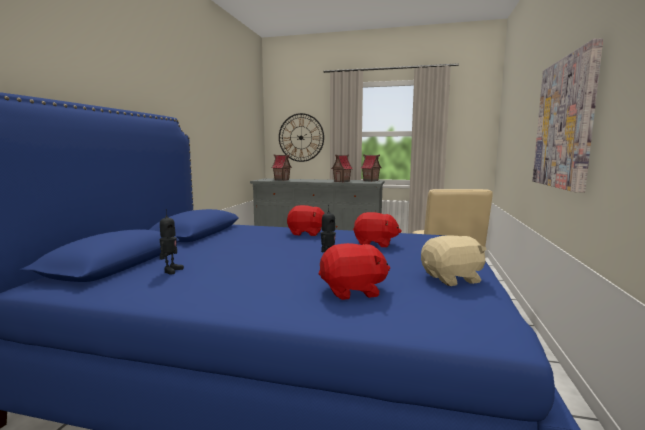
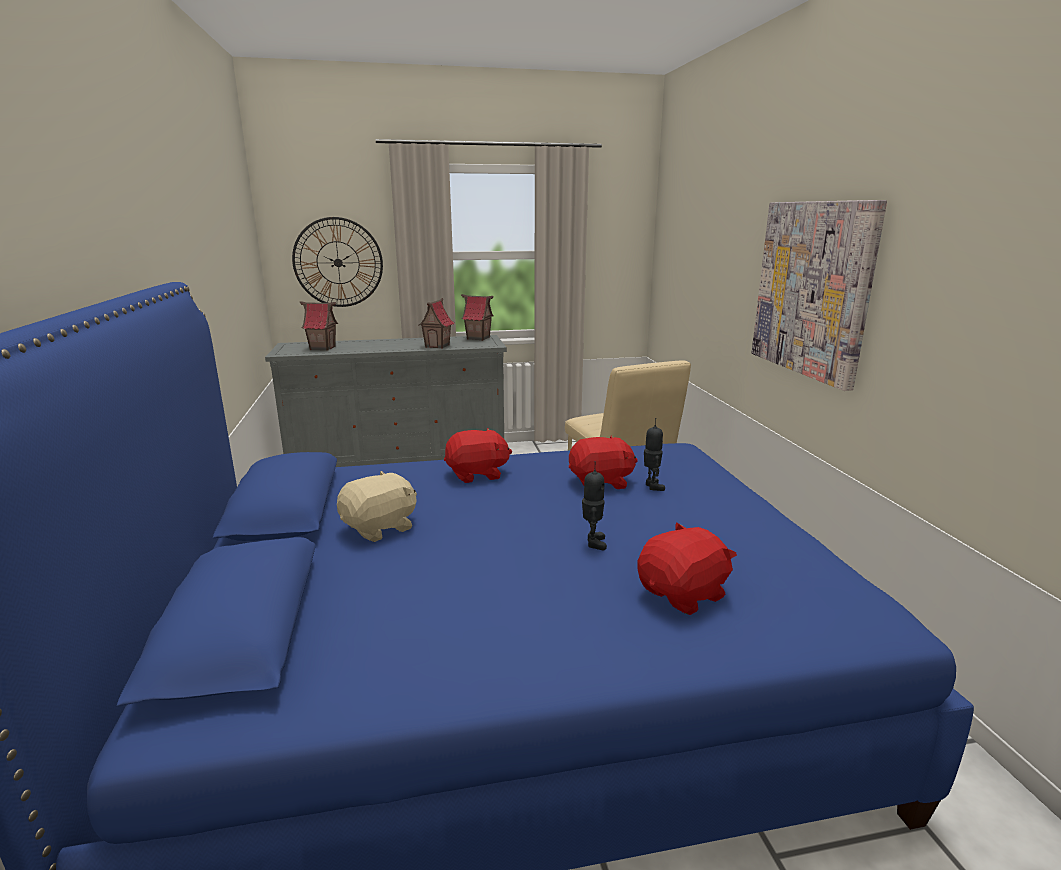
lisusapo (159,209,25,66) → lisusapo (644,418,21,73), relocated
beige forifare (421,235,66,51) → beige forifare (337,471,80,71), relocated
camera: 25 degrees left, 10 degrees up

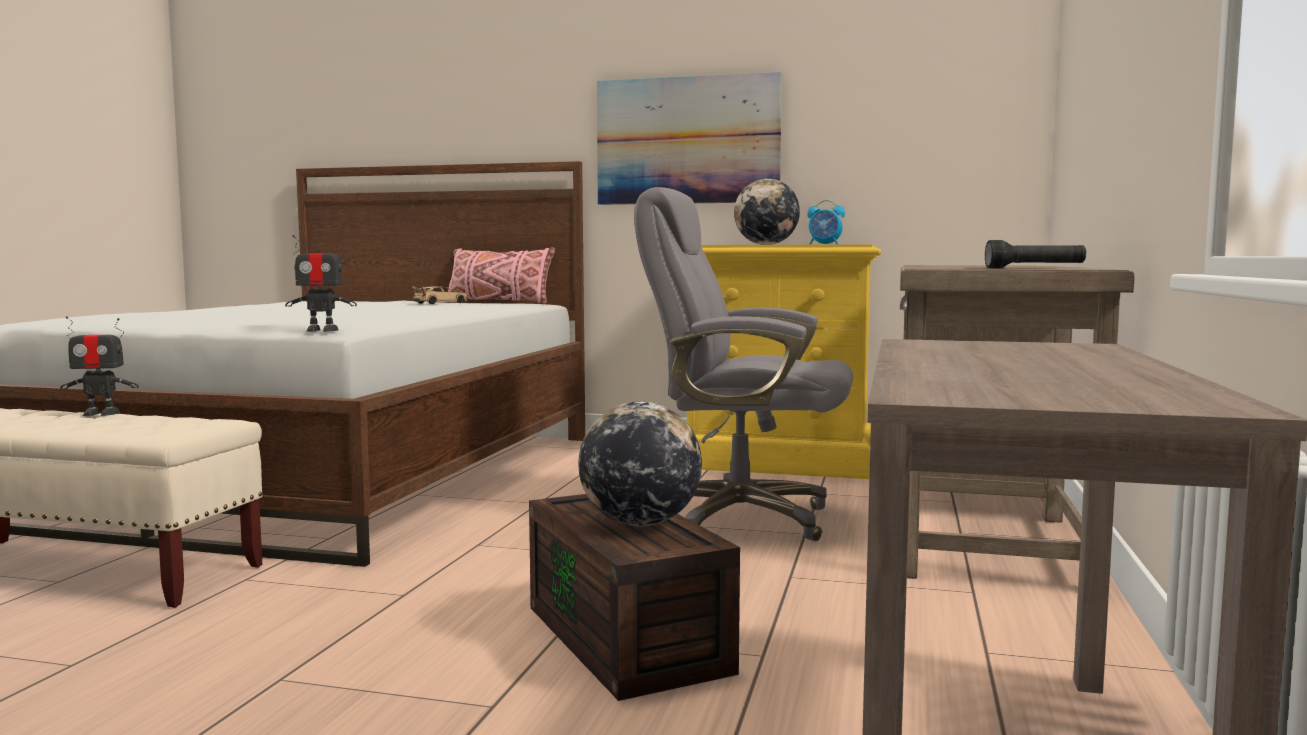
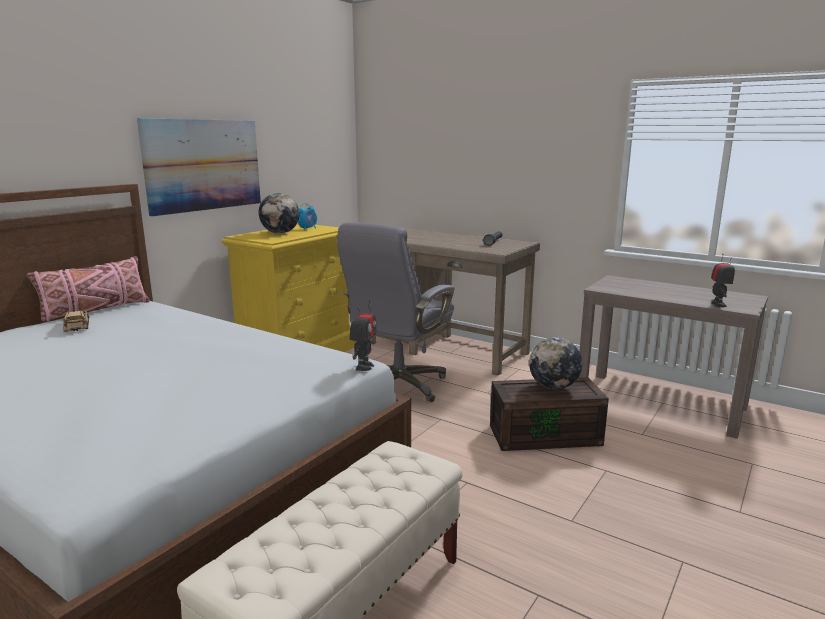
lisusapo (60,316,79,100) → lisusapo (711,254,24,53), relocated
camera: 70 degrees left, 10 degrees up

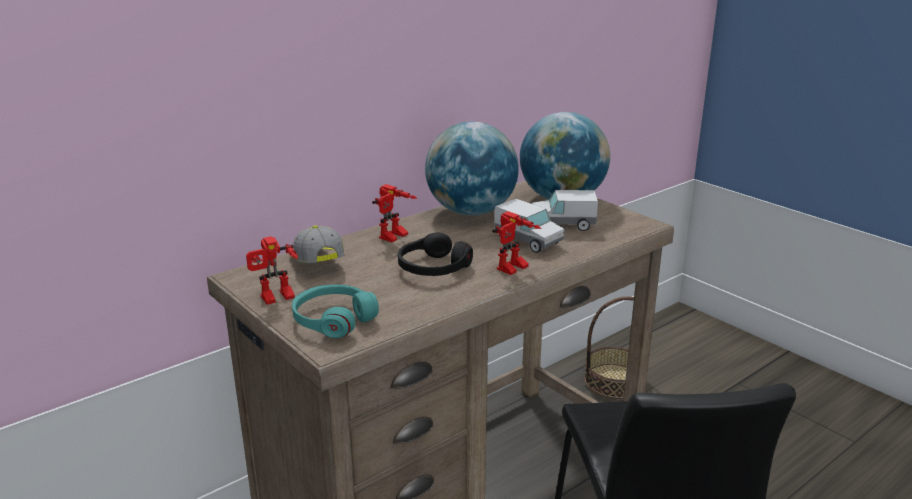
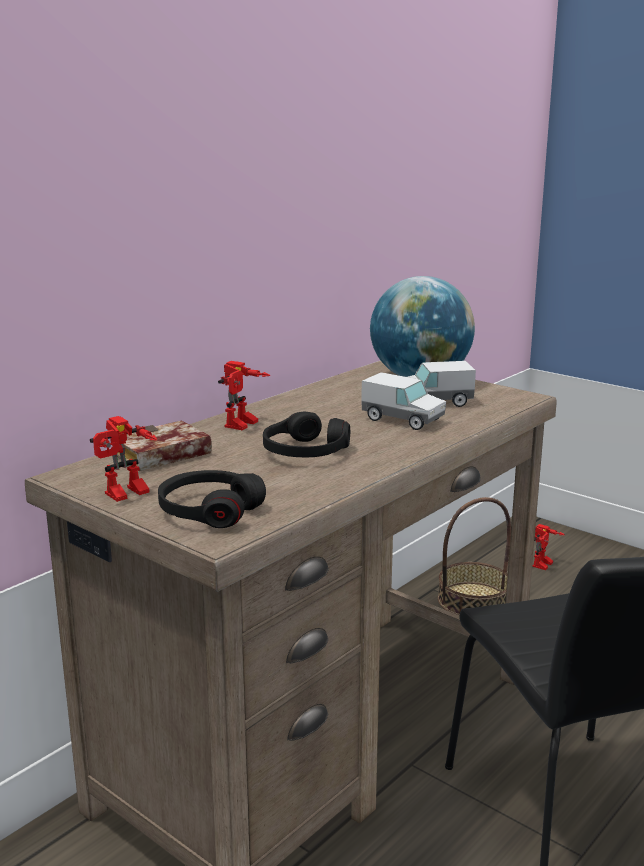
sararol (291,225,54,38) → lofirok (117,420,95,51)
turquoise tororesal (292,285,87,53) → black tororesal (158,470,108,58)
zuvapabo (425,121,94,95) → -
lisusapo (492,211,50,64) → lisusapo (532,524,33,46), relocated
camera: 10 degrees left, 5 degrees down

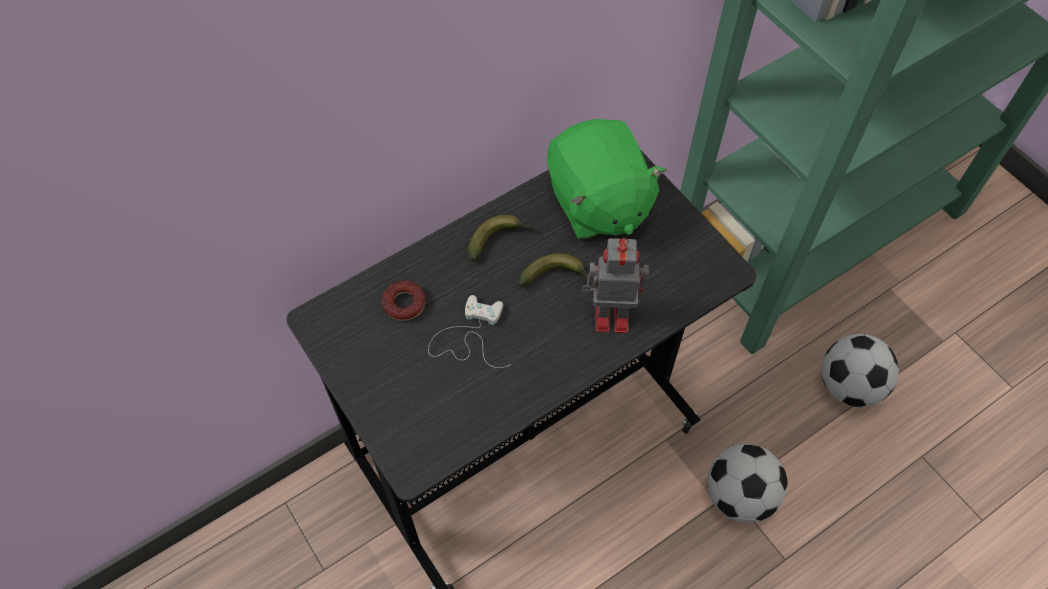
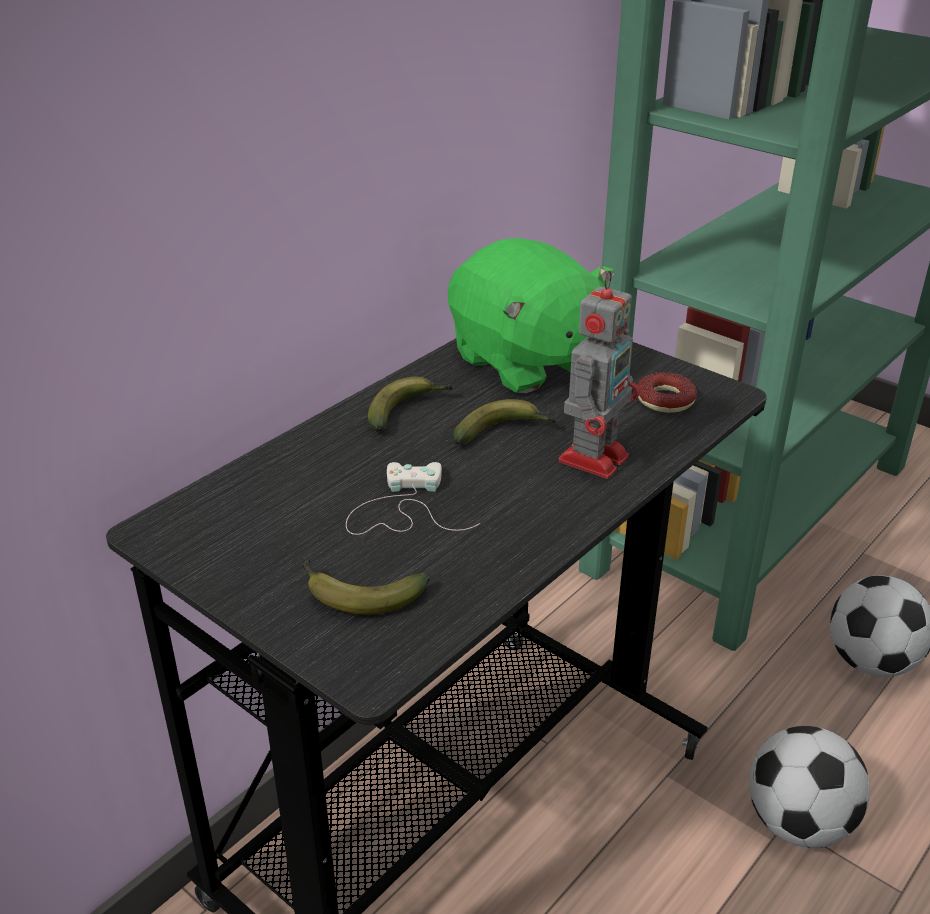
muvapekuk (382,280,44,41) → muvapekuk (638,372,59,41), relocated
lisusapo (582,238,67,95) → lisusapo (558,271,82,208), 135 degrees clockwise
- → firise (301,558,129,57)
camera: 15 degrees left, 25 degrees down

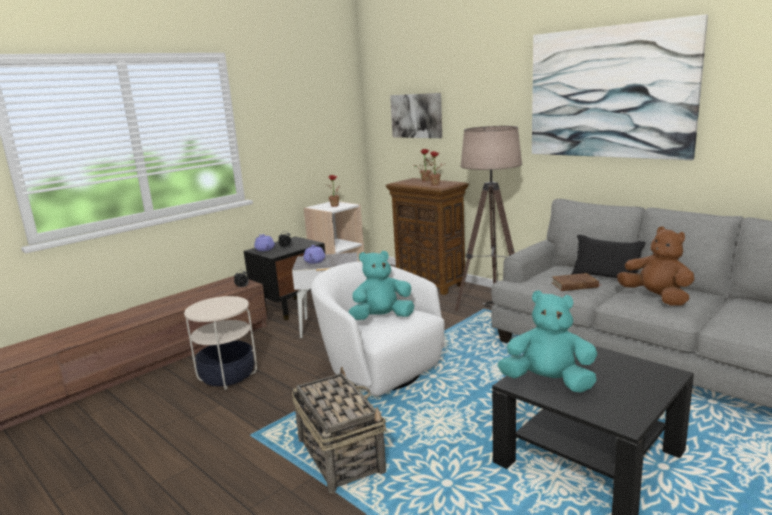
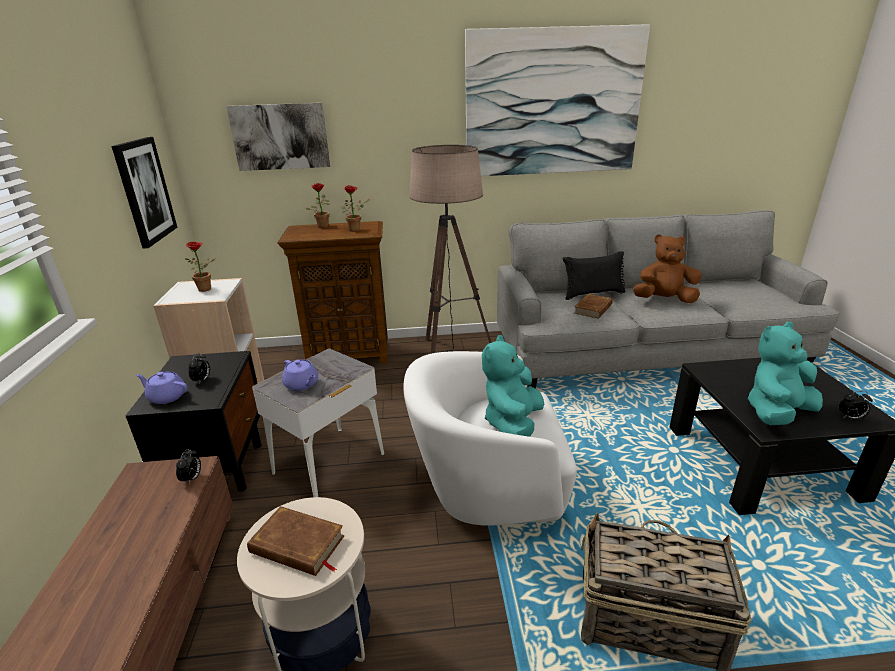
- → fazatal (111,137,67,112)
- → brown lofirok (247,506,98,70)
- → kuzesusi (839,391,34,28)
camera: 50 degrees left, 10 degrees up

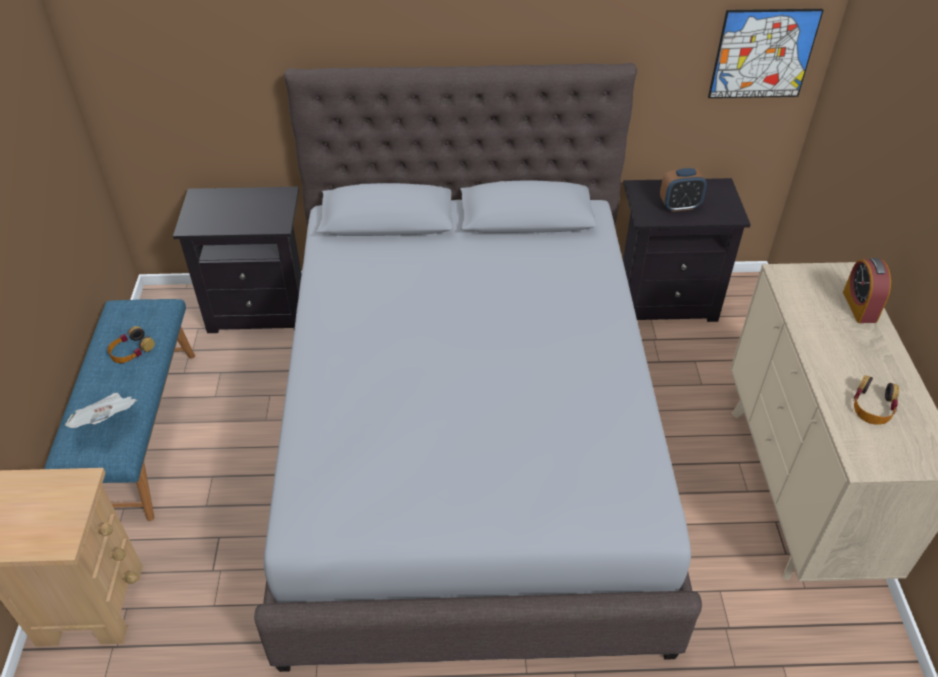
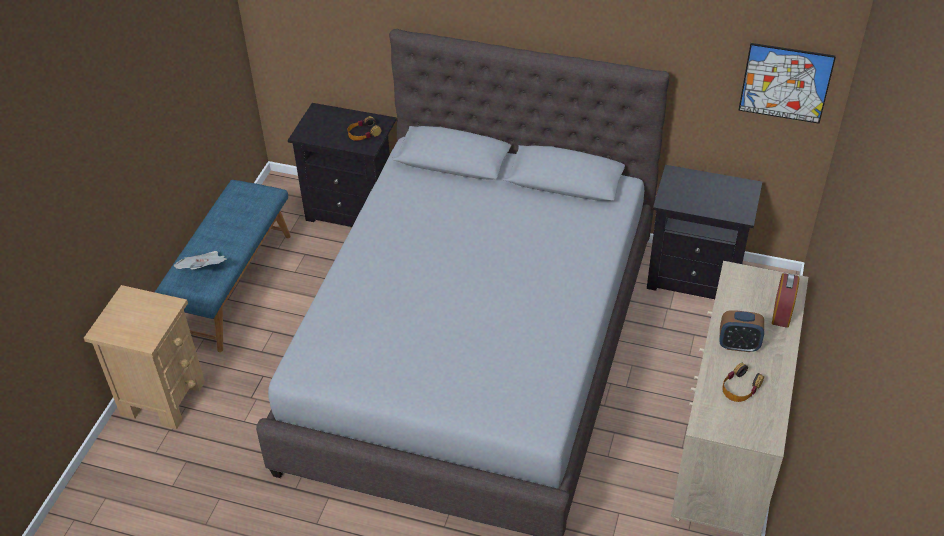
tororesal (107,326,48,37) → tororesal (347,116,34,25), relocated
kuzesusi (660,168,47,44) → kuzesusi (719,310,45,42), relocated
camera: 20 degrees right, 0 degrees up

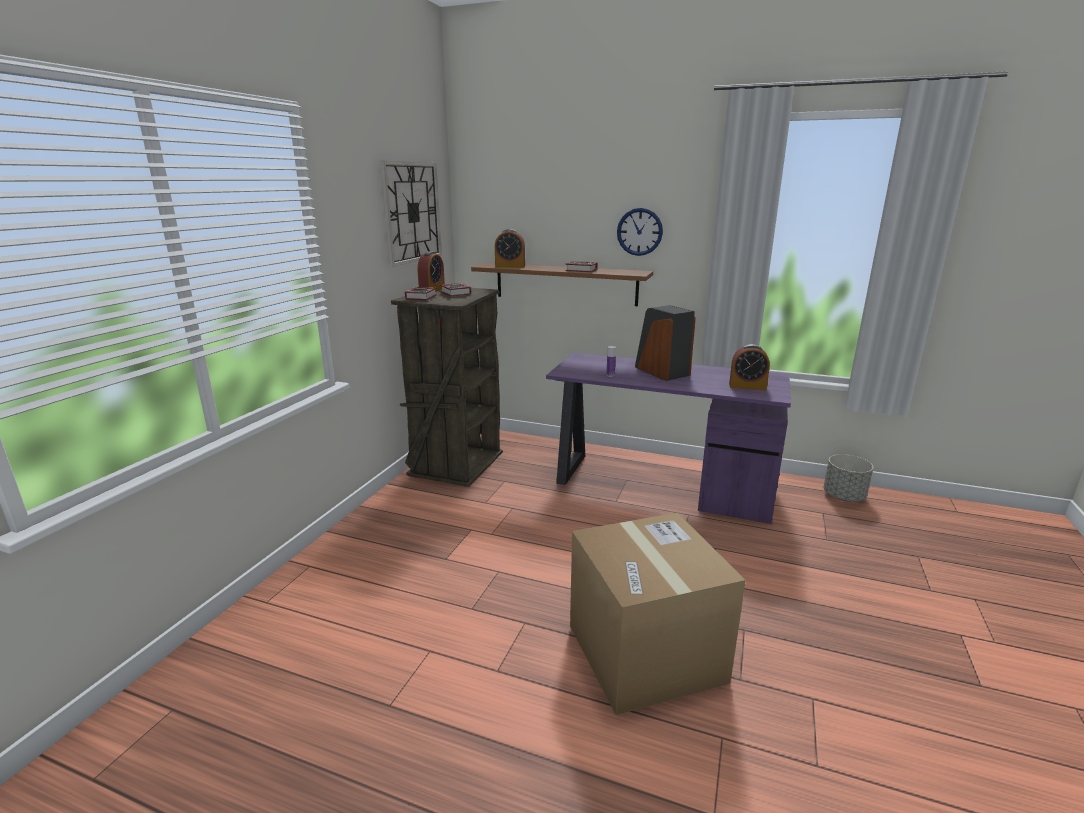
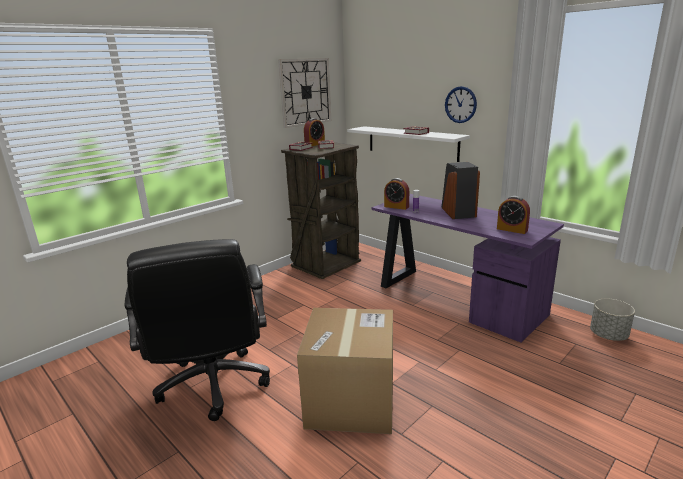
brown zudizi (471,263,182,43) → white zudizi (347,126,123,36)
kuzesusi (495,229,30,39) → kuzesusi (384,178,25,32), relocated
- → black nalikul (125,239,145,182)
camera: 25 degrees right, 0 degrees up

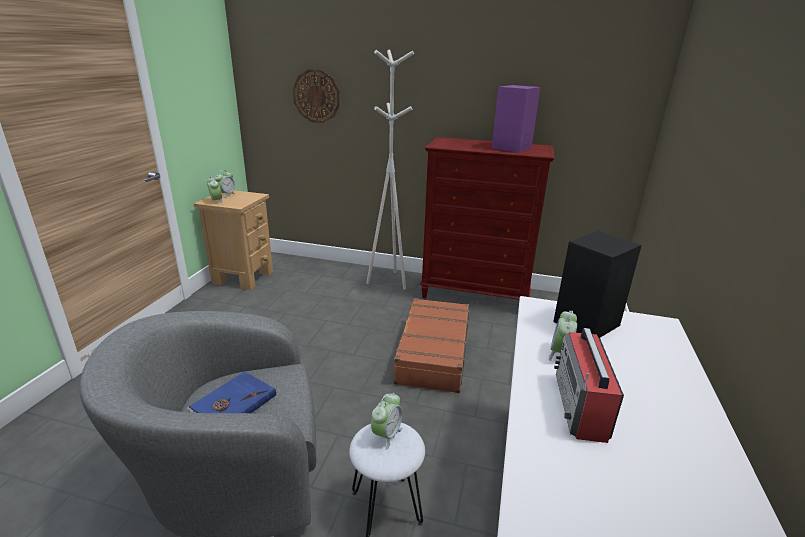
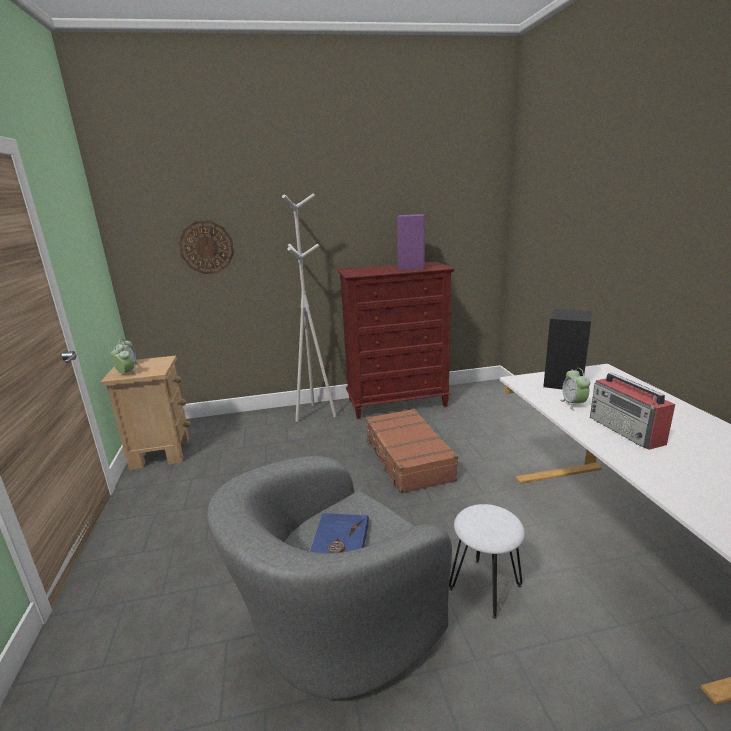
kuzesusi (371,393,32,57) → -
camera: 25 degrees left, 5 degrees down

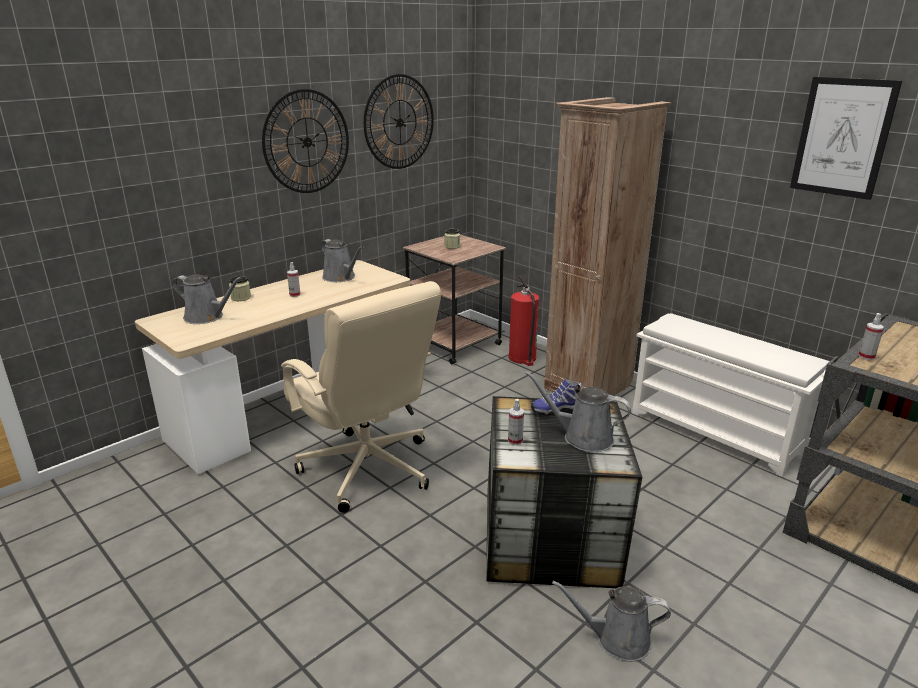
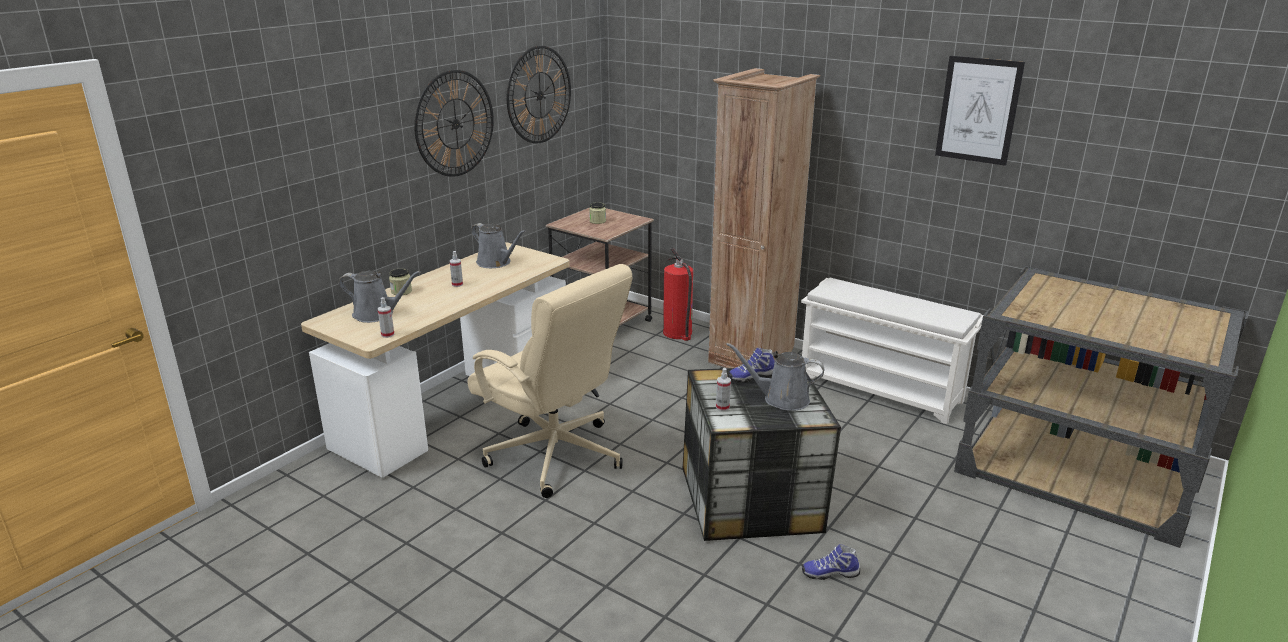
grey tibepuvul (552,581,119,81) → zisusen (802,544,58,36)
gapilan (858,313,26,47) → gapilan (378,297,16,41), relocated
camera: 10 degrees left, 0 degrees up

